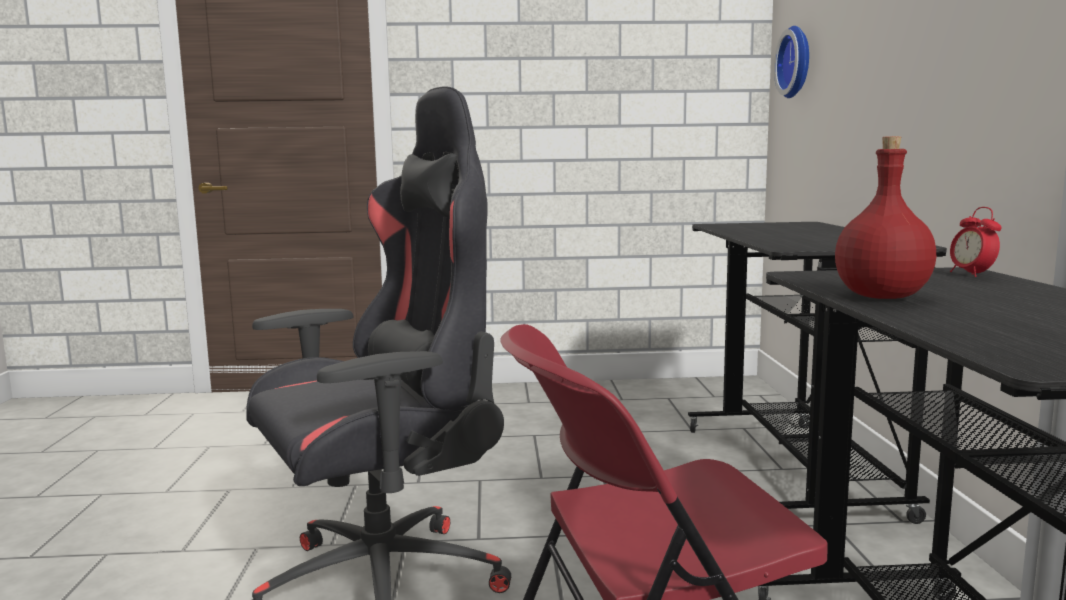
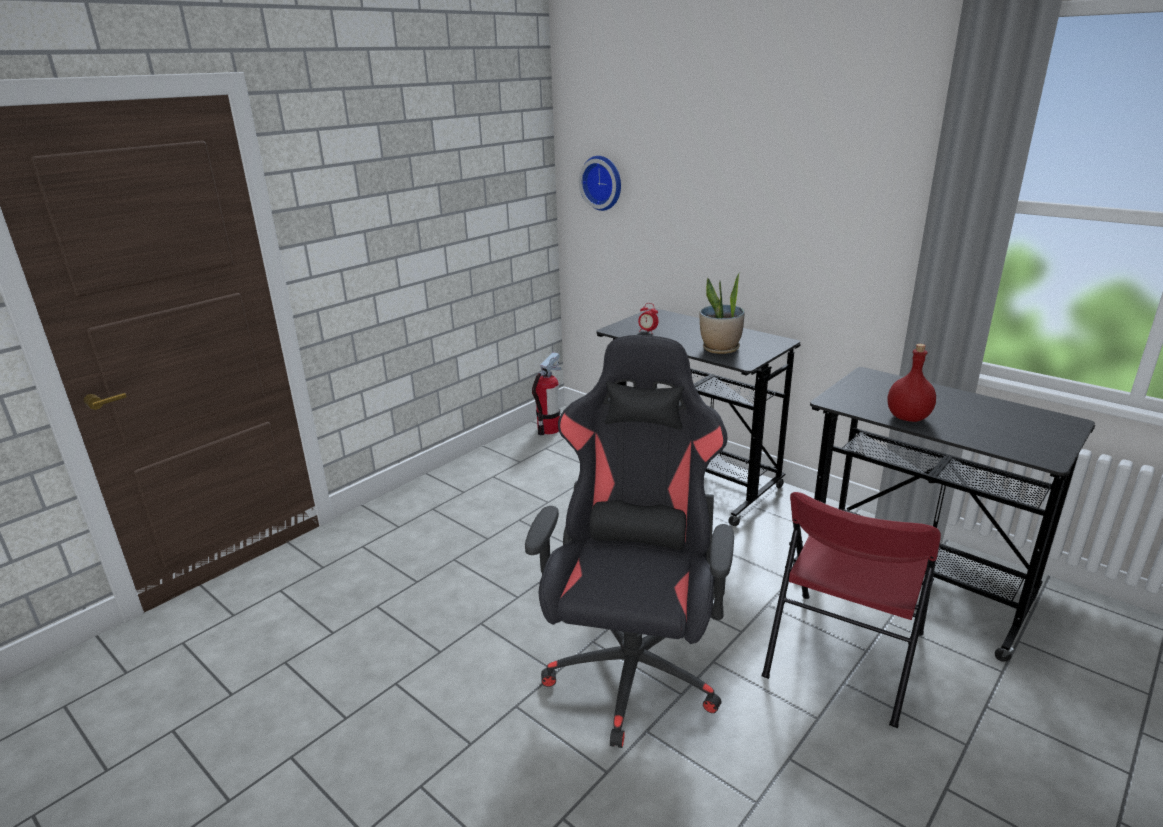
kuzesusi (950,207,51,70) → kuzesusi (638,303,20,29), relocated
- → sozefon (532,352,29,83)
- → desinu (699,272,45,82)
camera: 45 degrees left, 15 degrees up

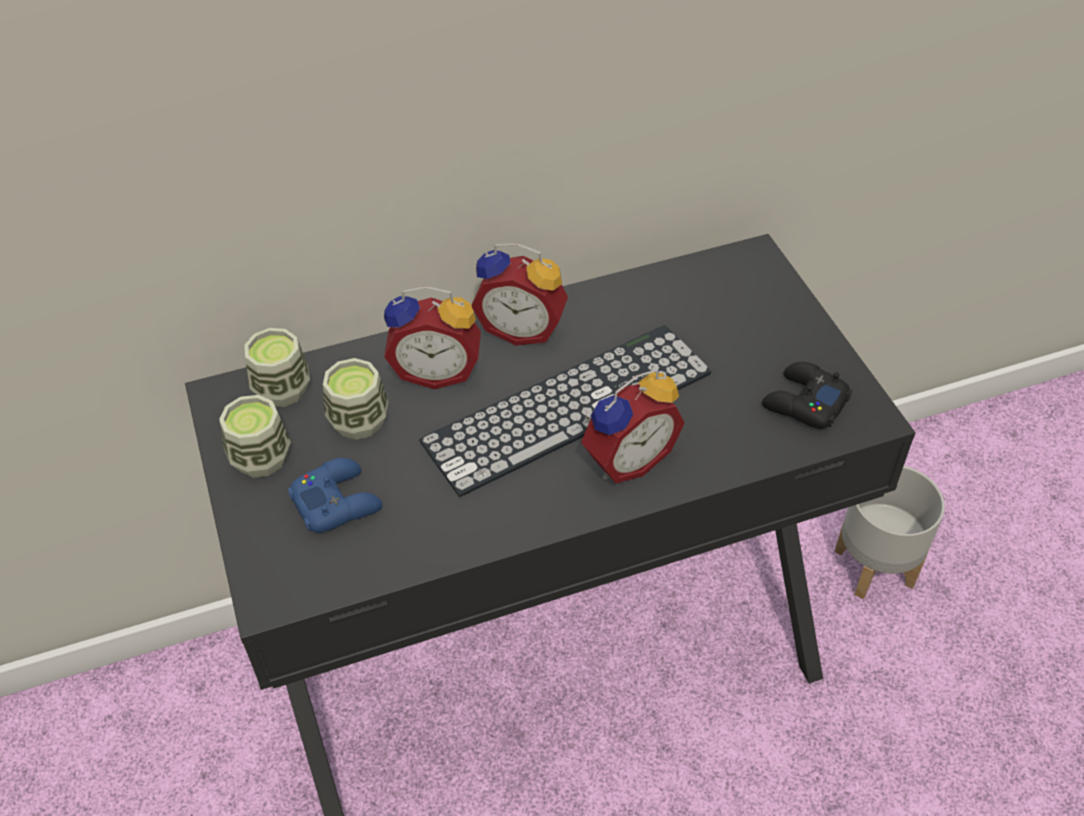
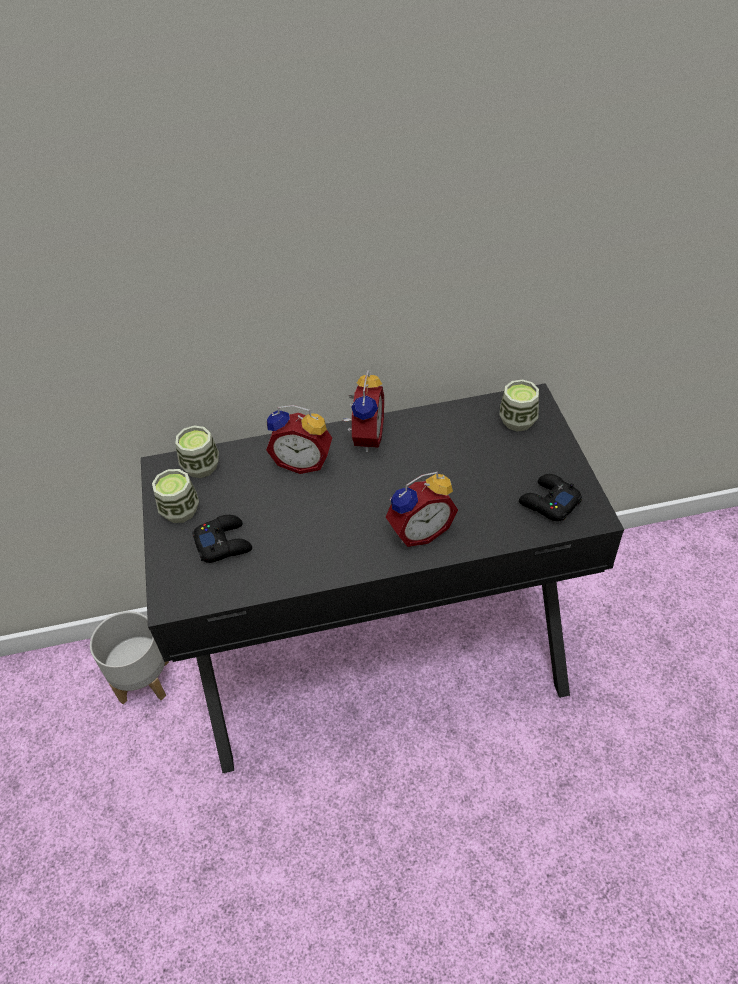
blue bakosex (288,458,95,75) → black bakosex (192,515,60,48)
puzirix (323,358,65,82) → puzirix (499,379,40,53), relocated
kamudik (419,325,292,172) → -
kuzesusi (471,243,97,103) → kuzesusi (343,370,41,82), 105 degrees counterclockwise
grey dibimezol (834,466,111,133) → grey dibimezol (90,611,79,93), relocated
camera: 10 degrees right, 0 degrees up

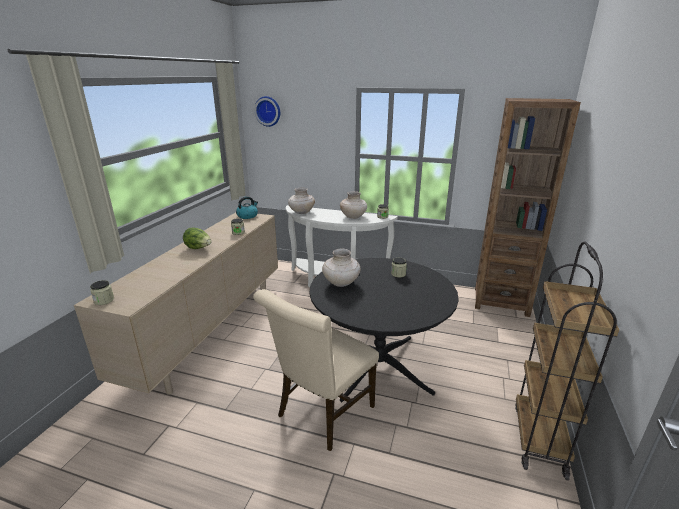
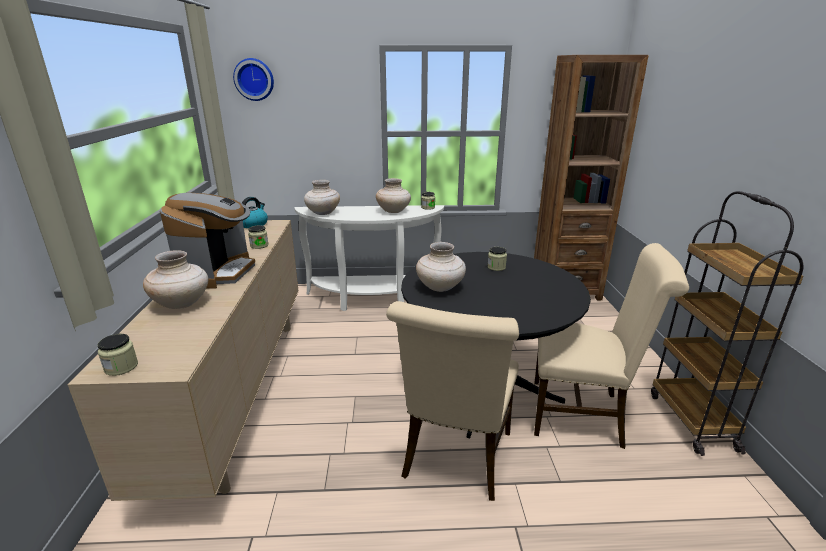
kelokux (183,228,29,21) → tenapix (160,193,95,96)
- → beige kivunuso (143,250,65,59)
- → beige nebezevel (534,243,155,206)
camera: 20 degrees left, 0 degrees up

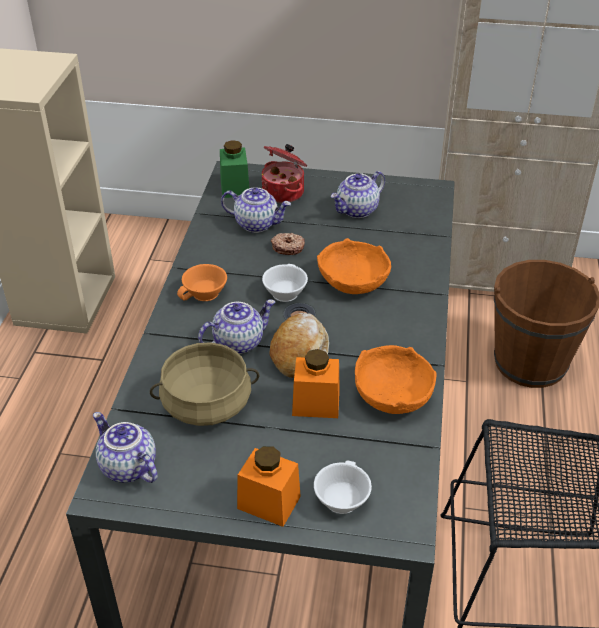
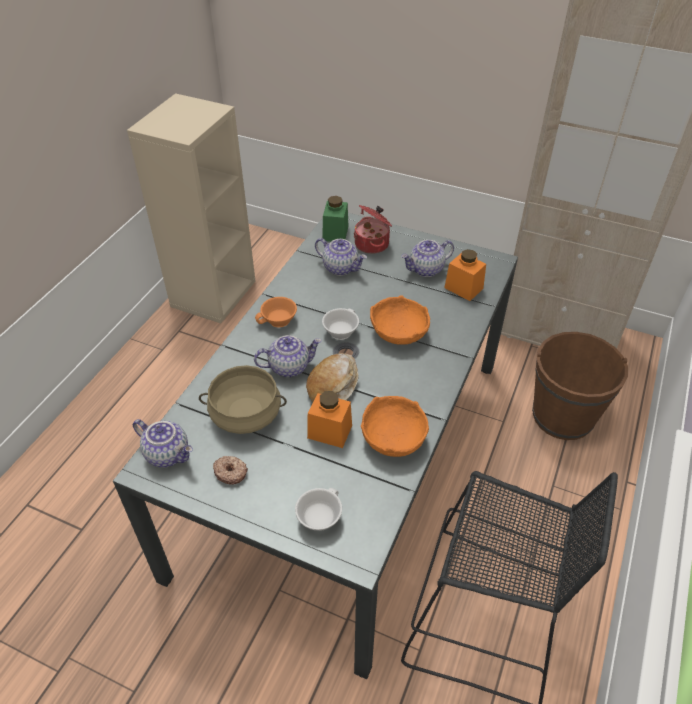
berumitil (93,412,65,71) → berumitil (133,419,60,49), 150 degrees clockwise
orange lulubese (237,446,64,81) → orange lulubese (444,249,42,52), relocated
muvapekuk (271,233,34,22) → muvapekuk (213,456,35,29), relocated
camera: 15 degrees right, 5 degrees up

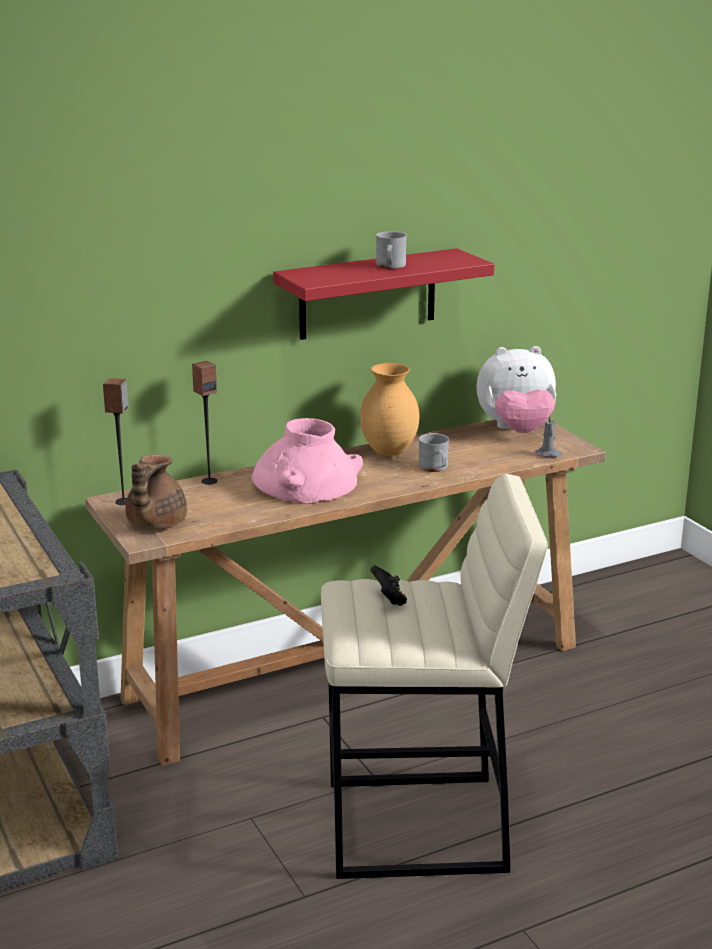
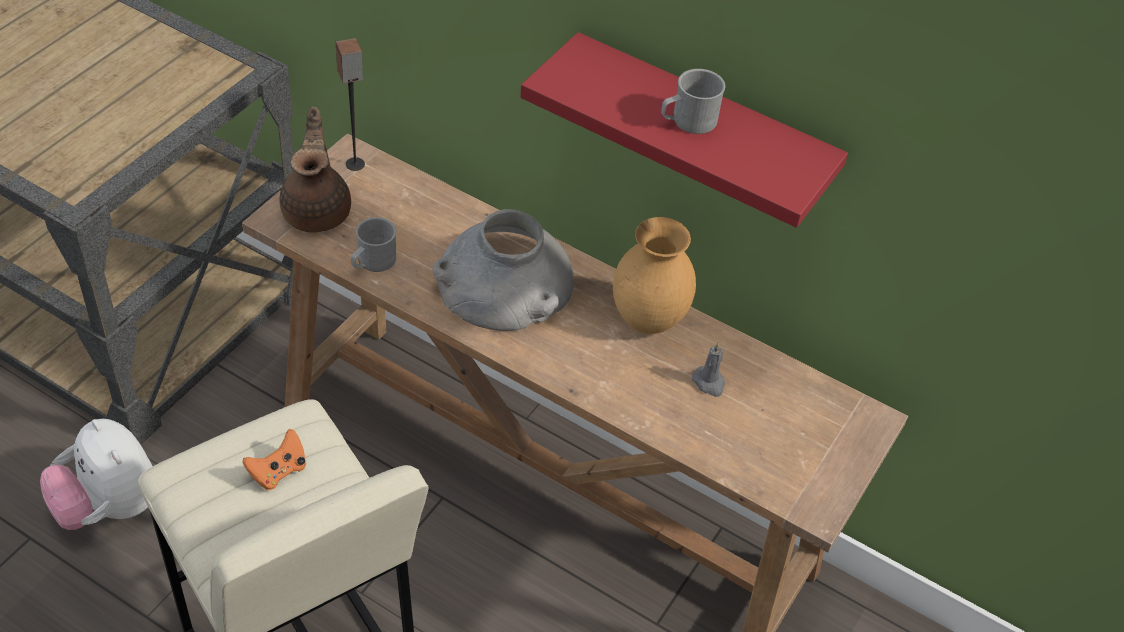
brown berumitil (125,454,62,75) → brown berumitil (280,106,71,127), 105 degrees clockwise
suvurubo (192,361,26,124) → -
pink kivunuso (252,418,111,86) → grey kivunuso (432,209,142,122)
black bakosex (370,565,37,41) → orange bakosex (242,429,64,61)
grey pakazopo (419,433,30,39) → grey pakazopo (351,217,45,55), relocated
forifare (477,346,79,87) → forifare (40,419,113,111), relocated
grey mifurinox (536,414,27,43) → grey mifurinox (692,342,33,55), relocated
camera: 55 degrees right, 25 degrees up

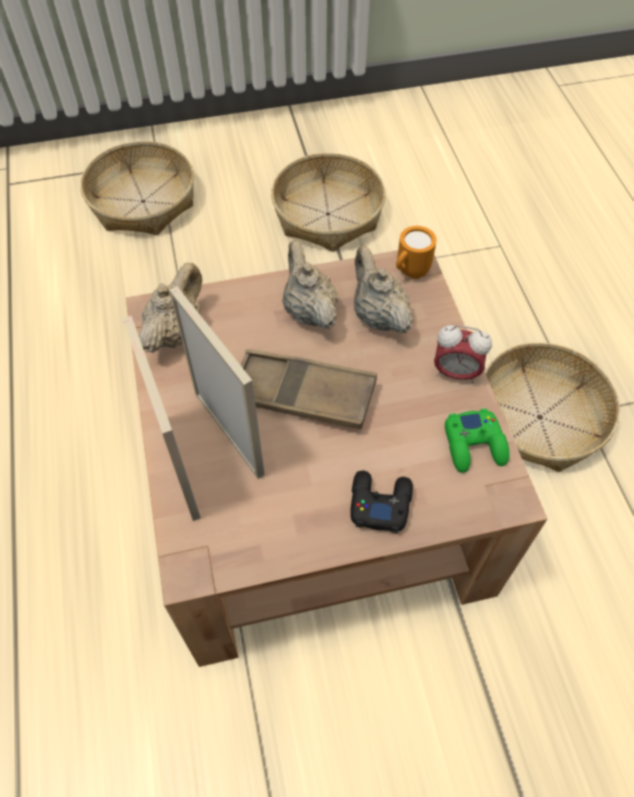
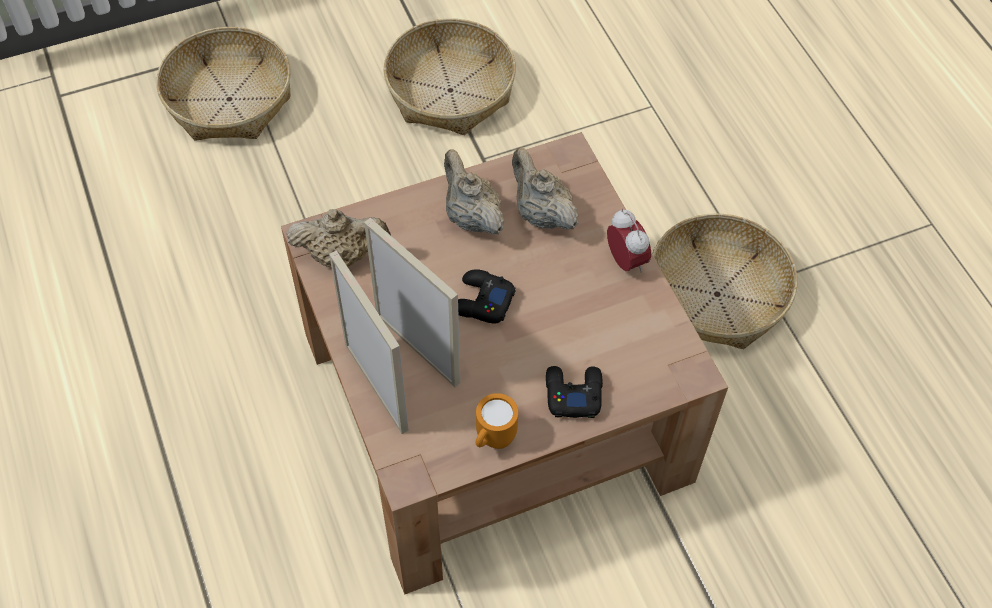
beige berumitil (139,263,63,90) → beige berumitil (286,209,105,58), 75 degrees clockwise
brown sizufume (241,349,136,80) → black bakosex (458,269,58,55)
orange pakazopo (396,226,41,53) → orange pakazopo (476,393,42,56), relocated
kuzesusi (434,325,58,59) → kuzesusi (607,209,44,64), 120 degrees counterclockwise
green bakosex (445,408,64,65) → -
camera: 10 degrees left, 0 degrees up

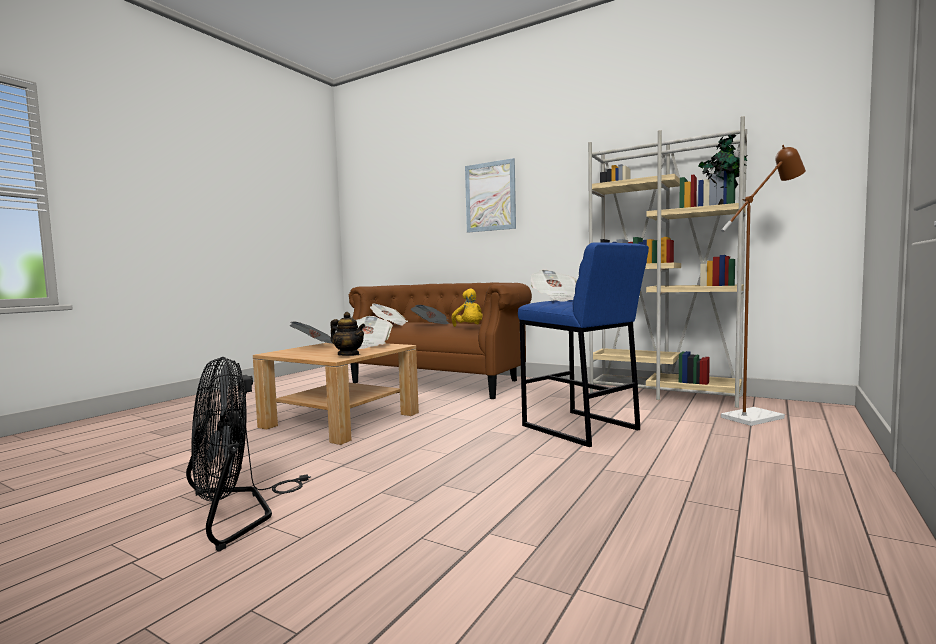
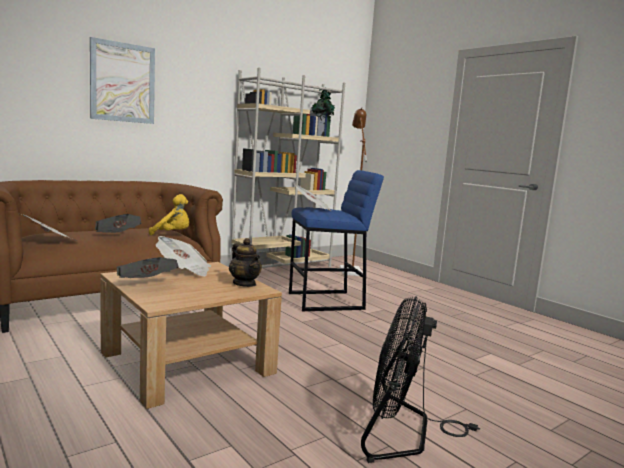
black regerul (186,357,124,195) → black regerul (361,296,118,167), 120 degrees clockwise
berumitil (330,312,35,44) → berumitil (229,238,33,49), 90 degrees clockwise
camera: 70 degrees left, 5 degrees up

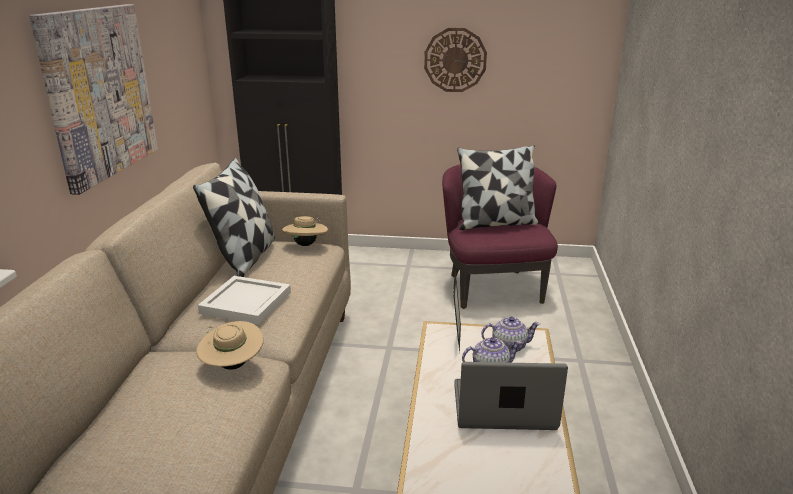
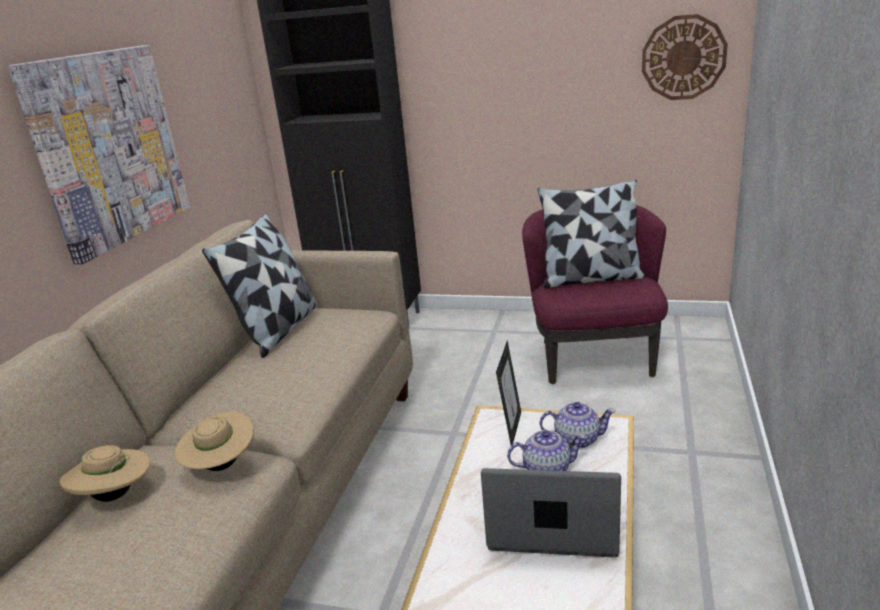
white sizufume (198,276,93,49) → -
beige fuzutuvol (282,216,46,30) → beige fuzutuvol (60,445,91,57), relocated
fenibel (424,28,63,64) → fenibel (642,14,86,86), relocated
camera: 10 degrees right, 0 degrees up

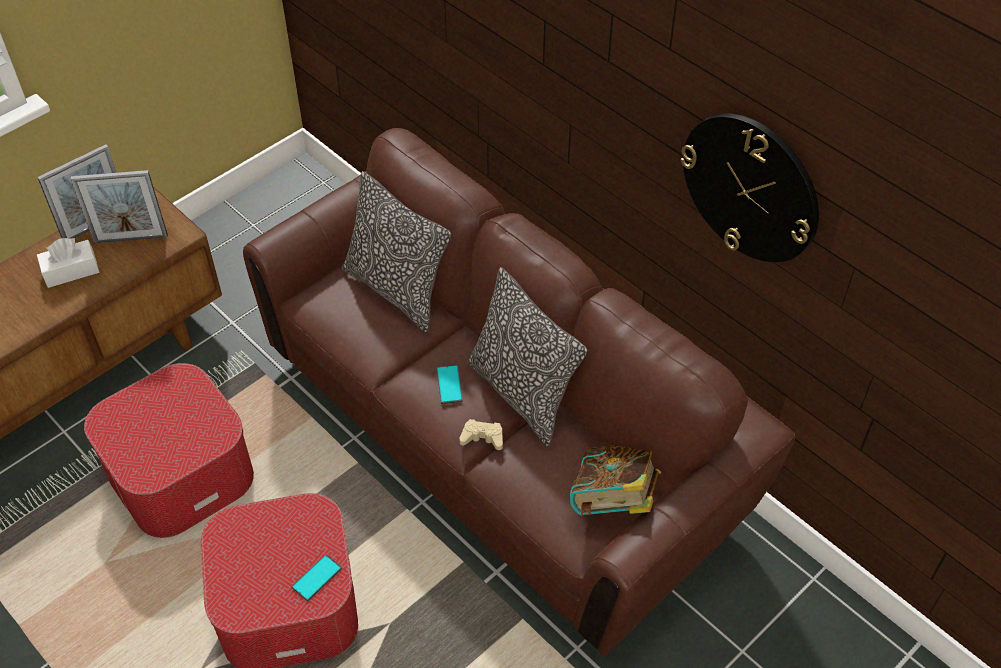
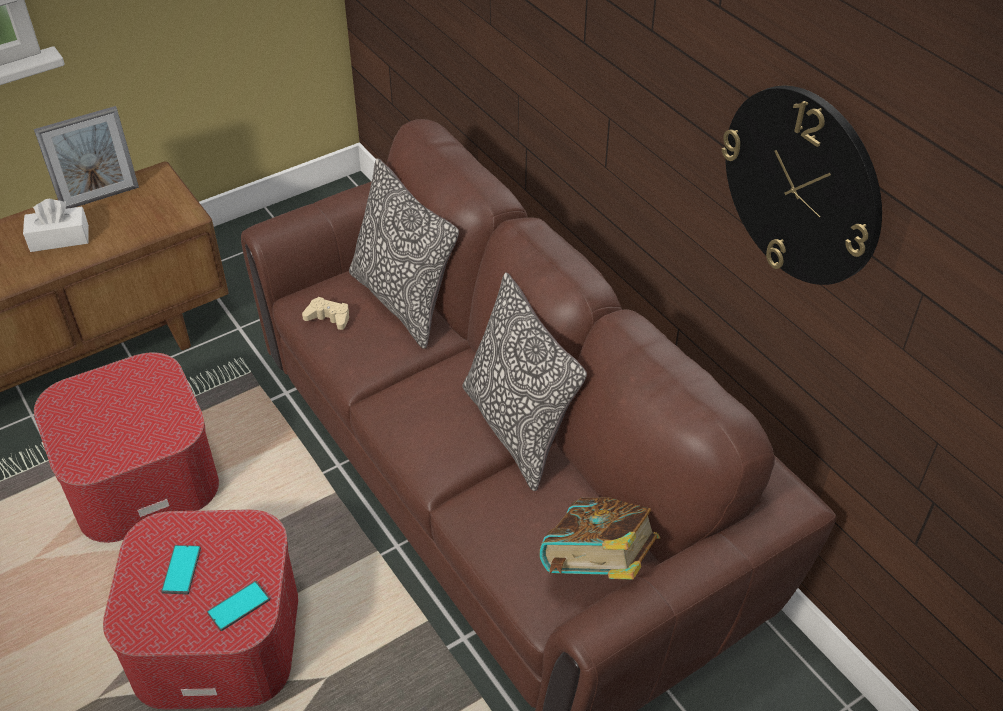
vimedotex (71,170,97,73) → -
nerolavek (437,365,26,39) → nerolavek (161,545,40,49), relocated
beige bakosex (459,419,44,31) → beige bakosex (302,297,47,33), relocated
camera: 10 degrees right, 5 degrees down

